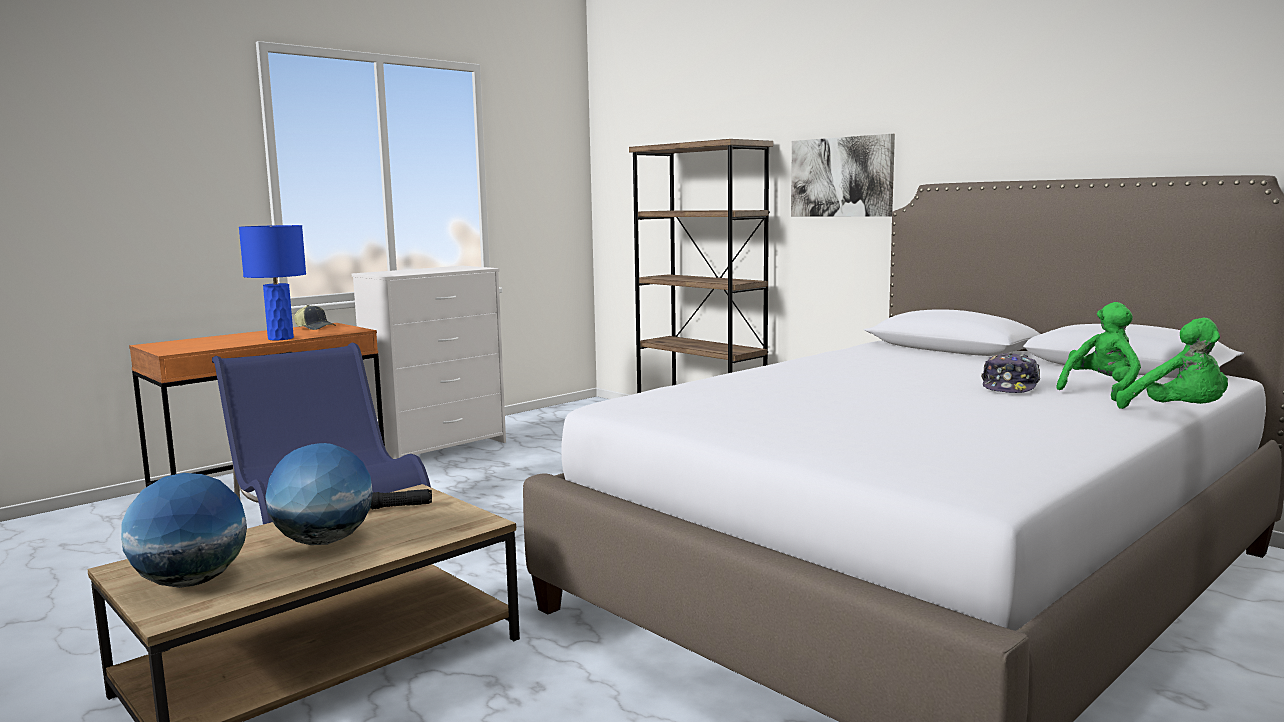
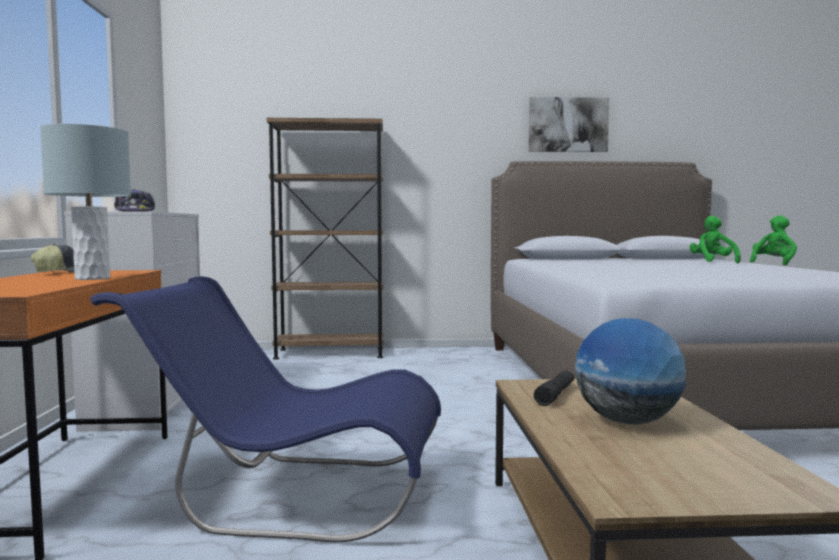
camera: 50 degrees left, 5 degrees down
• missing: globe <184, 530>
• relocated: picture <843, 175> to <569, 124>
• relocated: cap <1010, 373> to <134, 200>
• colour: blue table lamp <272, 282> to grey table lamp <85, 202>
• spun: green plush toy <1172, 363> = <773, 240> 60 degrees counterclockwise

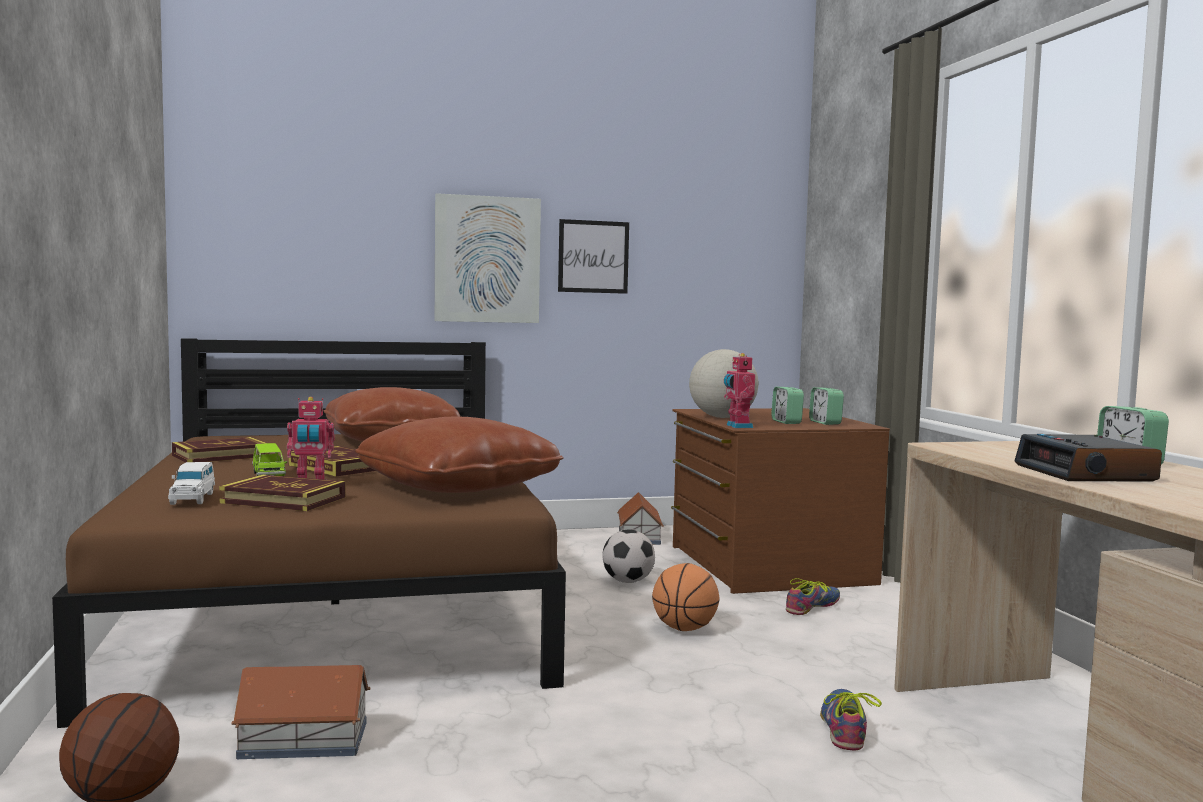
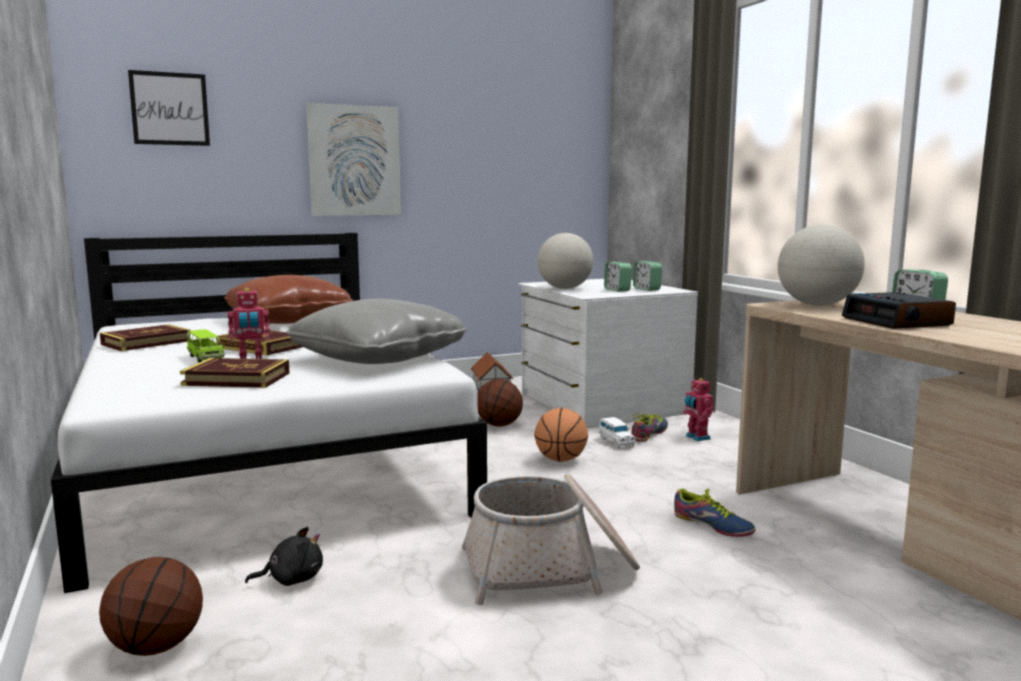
camera: 10 degrees left, 5 degrees up
• appeared: basket <551, 539>
• appeared: globe <821, 265>
• relocated: white toy car <191, 483> to <617, 433>
• relocated: picture <593, 256> to <169, 108>
• relocated: toy robot <739, 390> to <698, 409>
• exchanged: toy house <300, 712> to black plush toy <284, 556>
• exchanged: football <628, 556> to basketball <500, 403>
• colour: brown bed <309, 533> to white bed <269, 413>
• colour: brown pillow <459, 455> to grey pillow <376, 331>
• colour: brown dresser <780, 501> to white dresser <608, 353>
• spun: shoe <851, 719> = <714, 513> 135 degrees clockwise

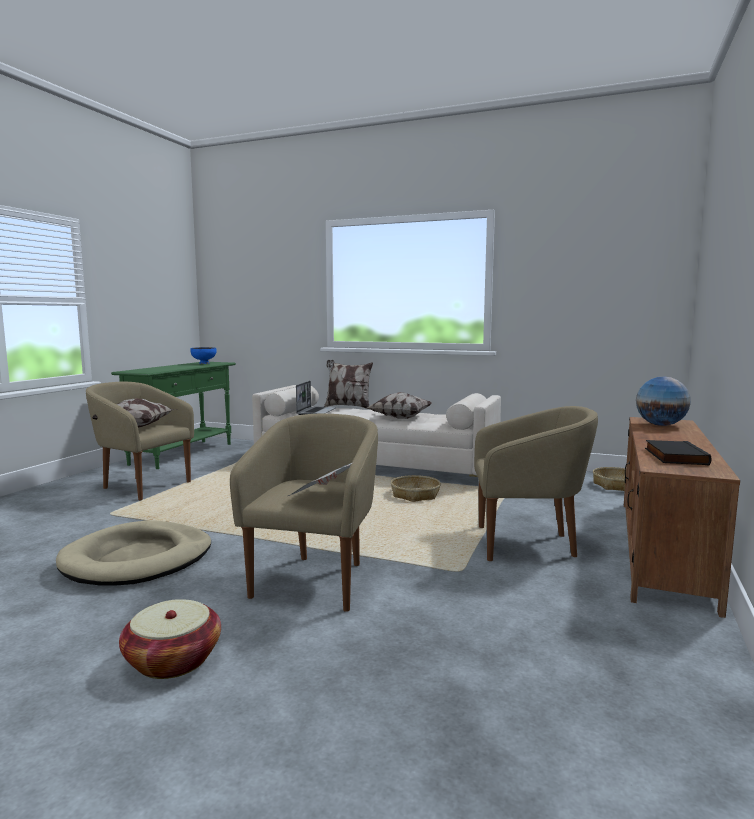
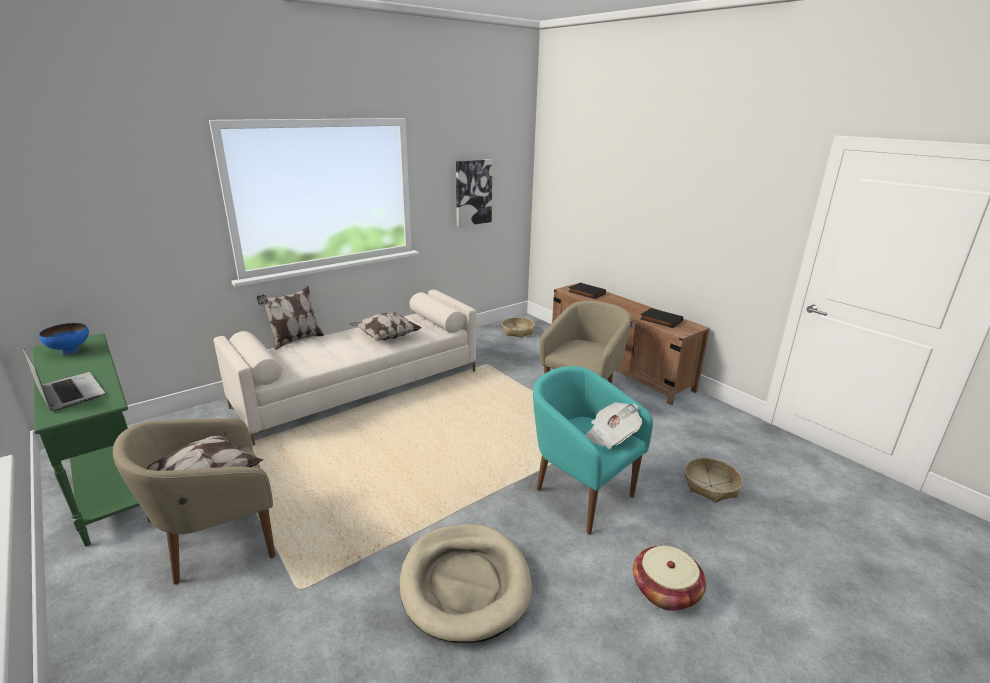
camera: 60 degrees left, 15 degrees up
• appeared: picture <474, 193>
• relocated: laptop <316, 398> to <64, 379>
• relocated: basket <416, 488> to <714, 480>
• exchanged: globe <663, 401> to black book <587, 291>
• colour: beige armchair <304, 513> to turquoise armchair <593, 450>

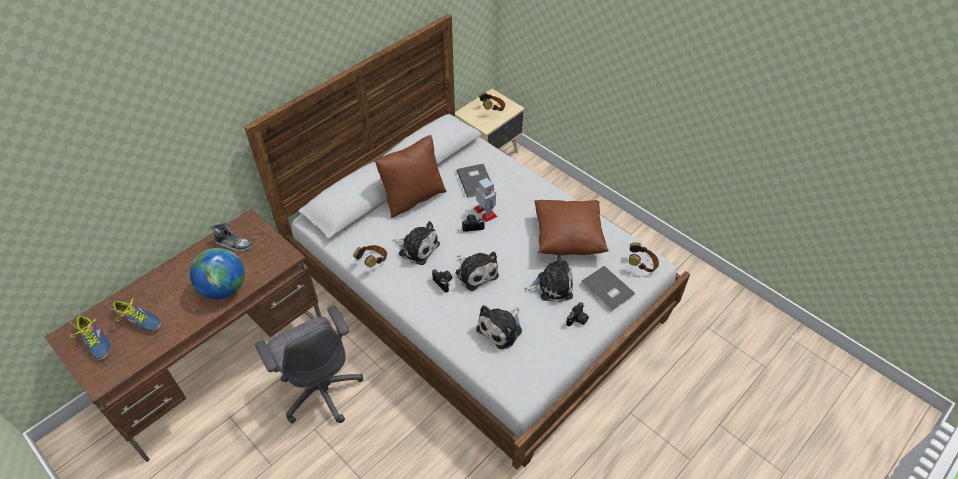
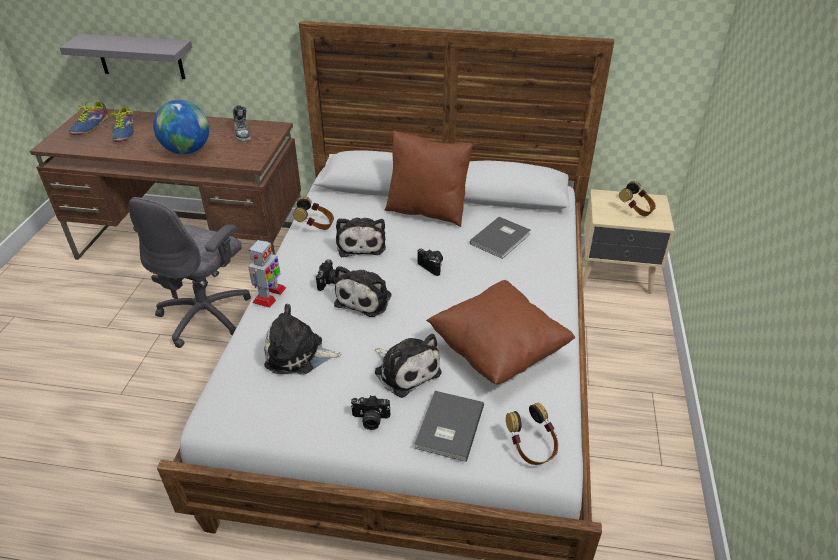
camera: 55 degrees right, 10 degrees down
• appeared: grey shelf <125, 56>
• relocated: toy robot <485, 200> to <267, 272>

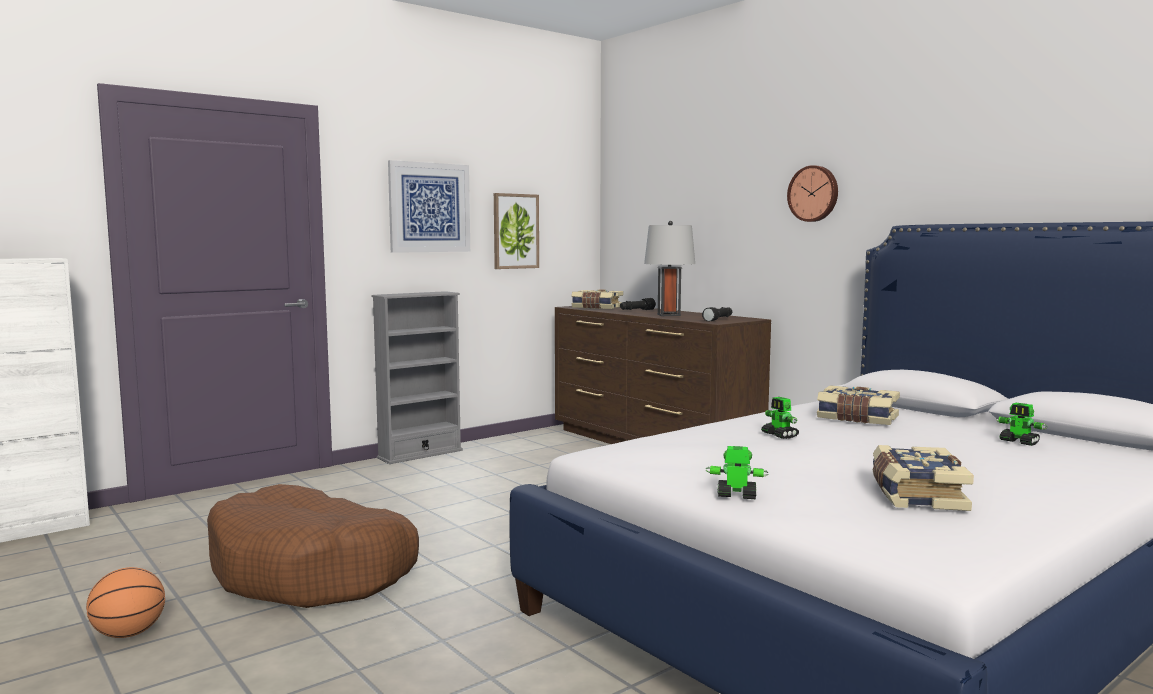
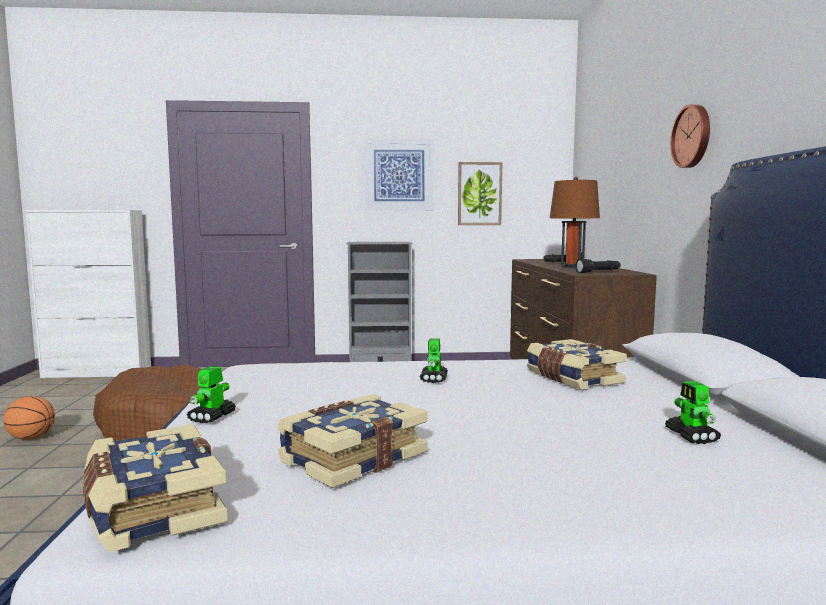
camera: 35 degrees right, 0 degrees up
• relocated: book <597, 299> to <155, 488>
• colour: grey table lamp <669, 268> to brown table lamp <575, 222>
• spun: toy robot <737, 472> = <211, 395> 120 degrees counterclockwise

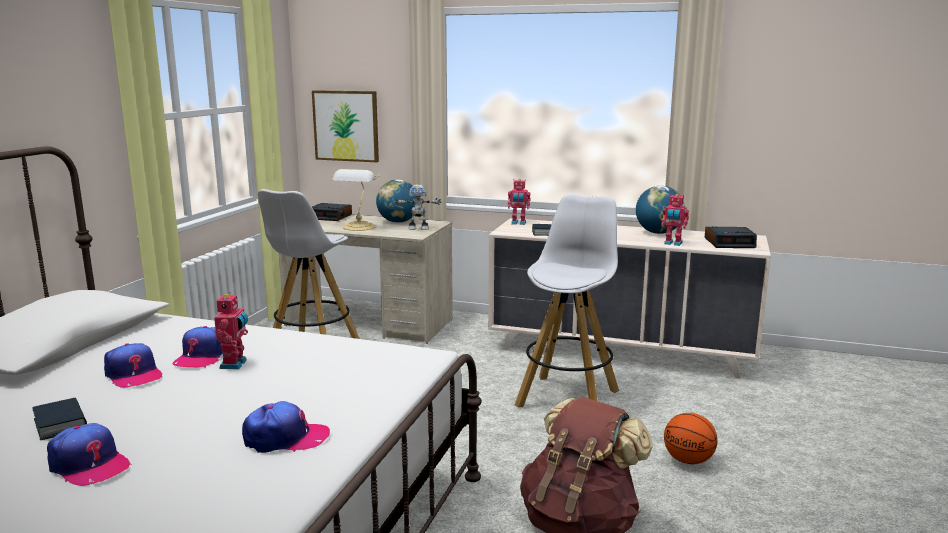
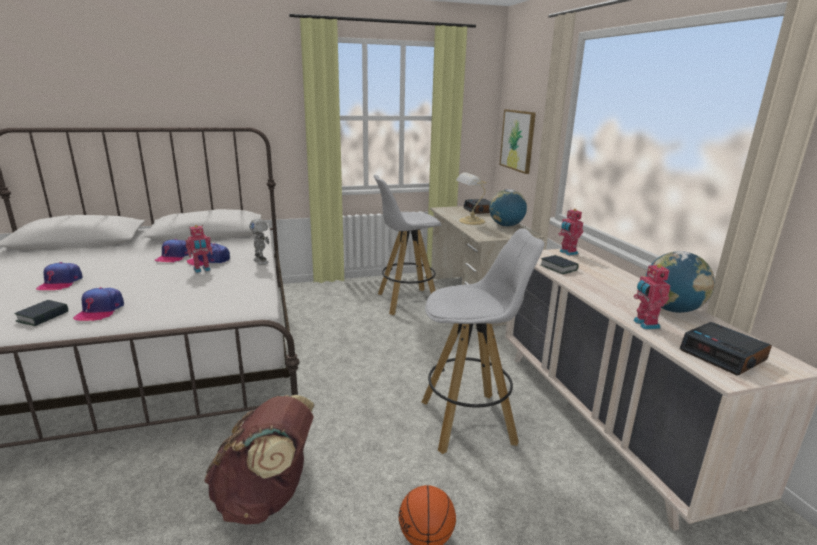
camera: 55 degrees right, 5 degrees up
• relocated: book <59, 419> to <41, 313>
• relocated: toy robot <418, 207> to <259, 242>
• spun: cap <286, 427> = <98, 304> 45 degrees clockwise

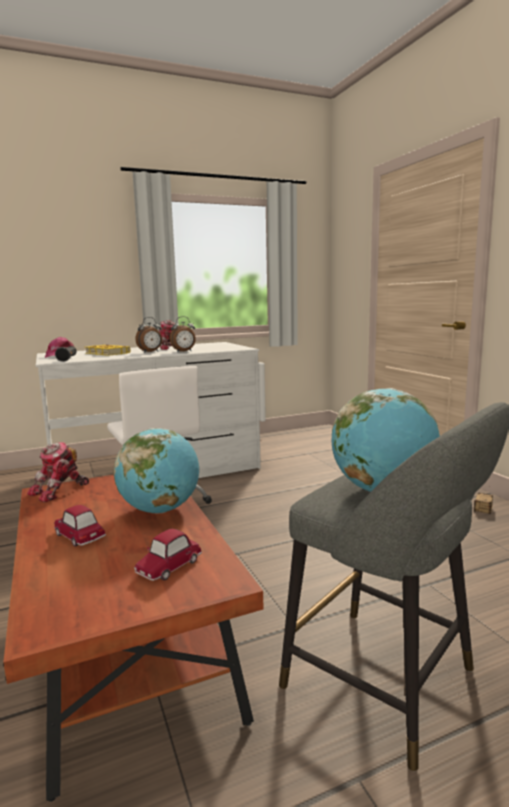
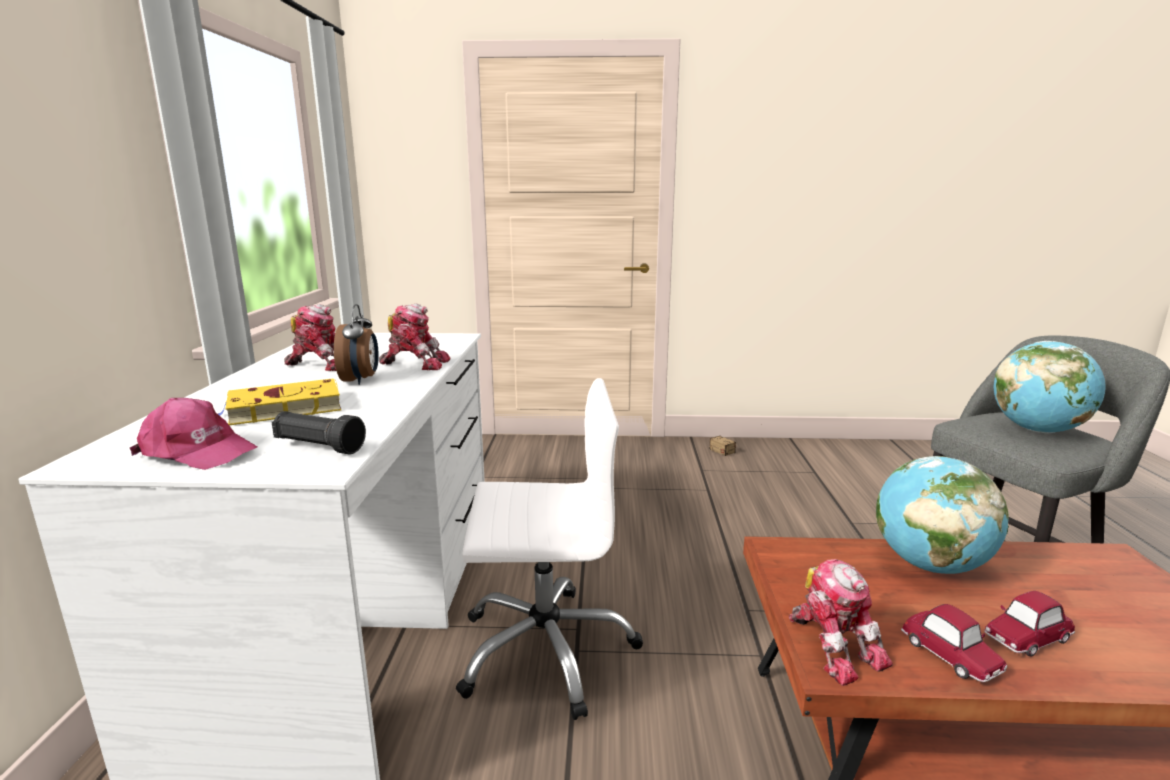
camera: 65 degrees left, 5 degrees up
• relocated: toy car <168, 555> to <954, 643>
• exchanged: alarm clock <183, 334> to toy robot <414, 336>

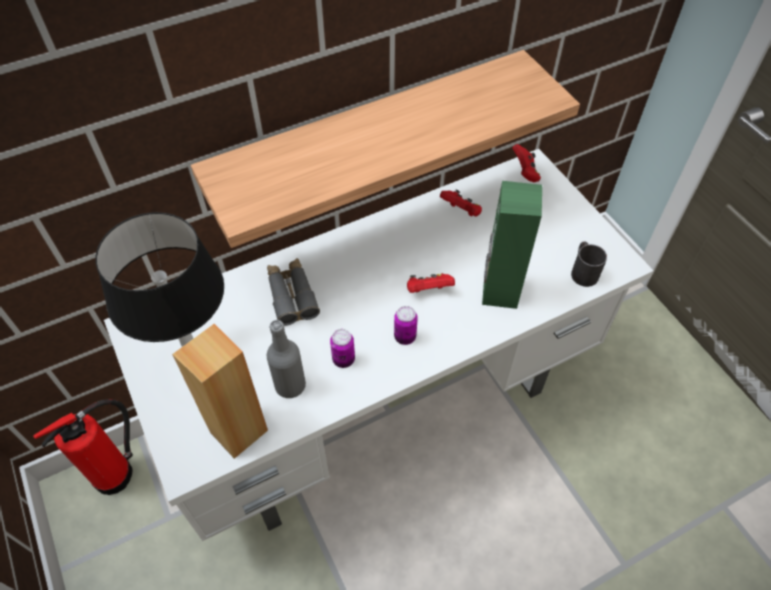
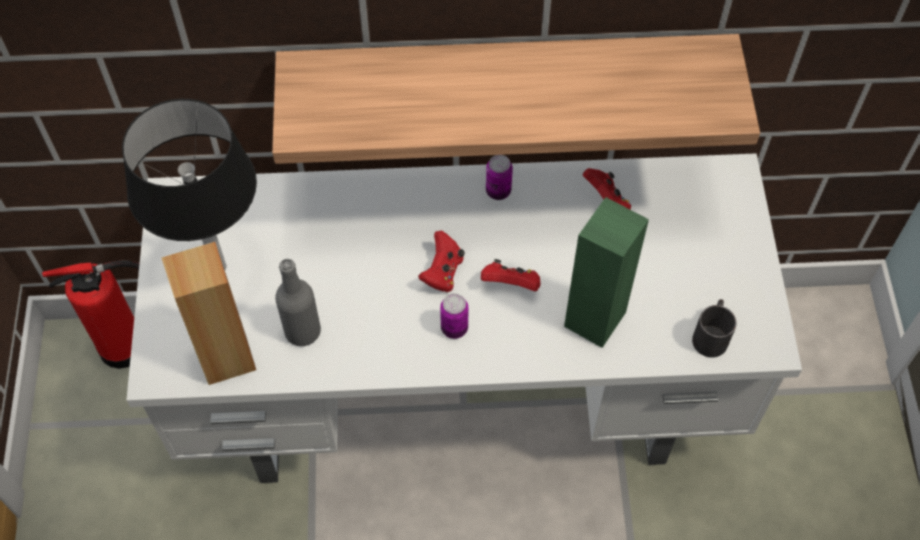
camera: 25 degrees right, 5 degrees up
• missing: grey binoculars <293, 292>
• relocated: can <342, 348> to <499, 177>
• relocated: red game controller <526, 163> to <441, 261>

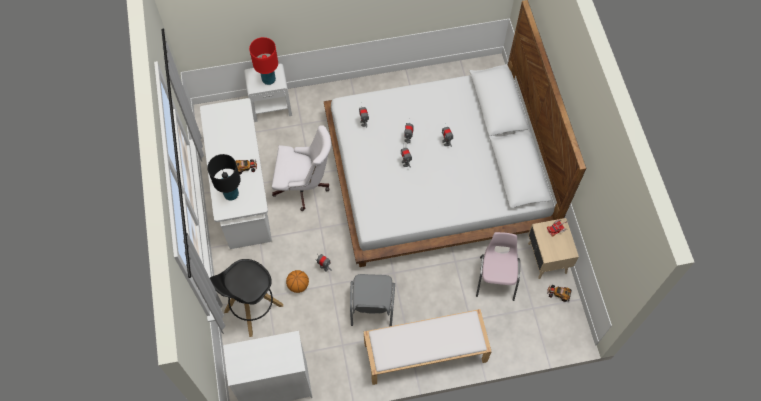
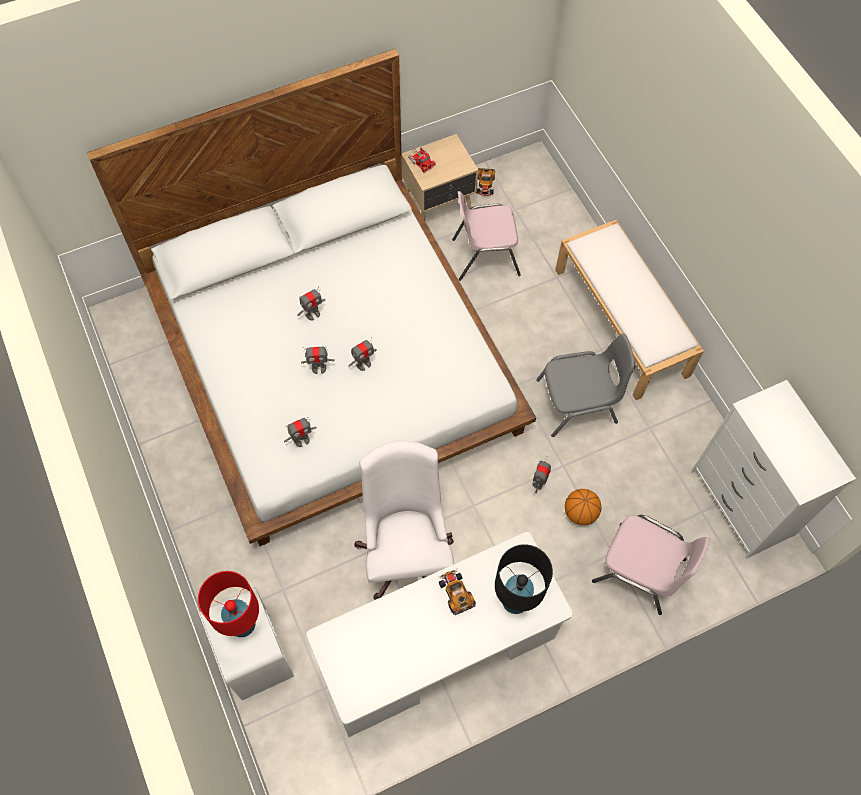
camera: 105 degrees left, 0 degrees up
• exchanged: black stool <246, 298> to pink chair <651, 565>

